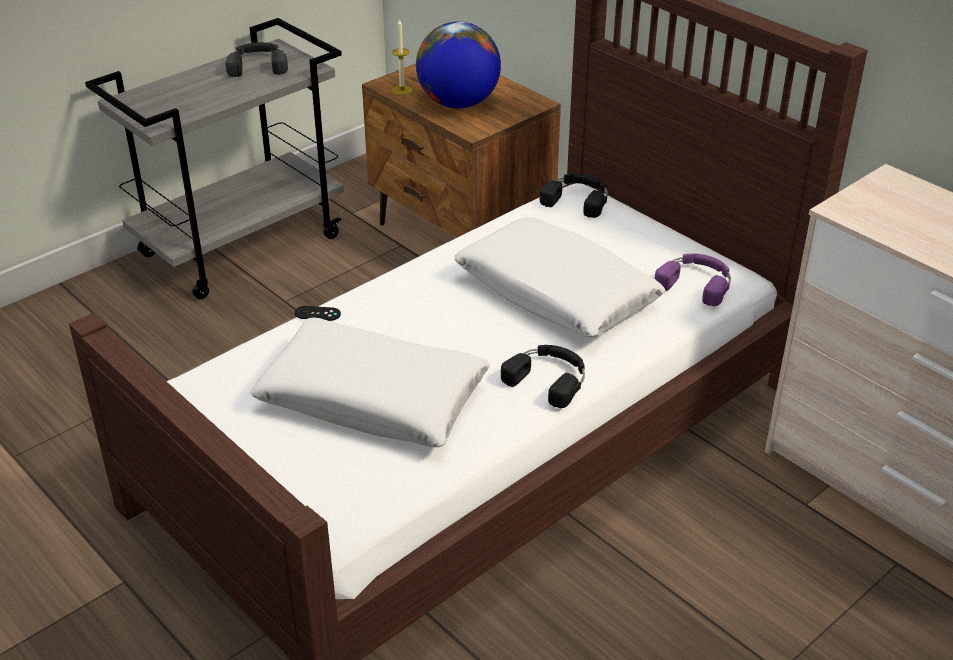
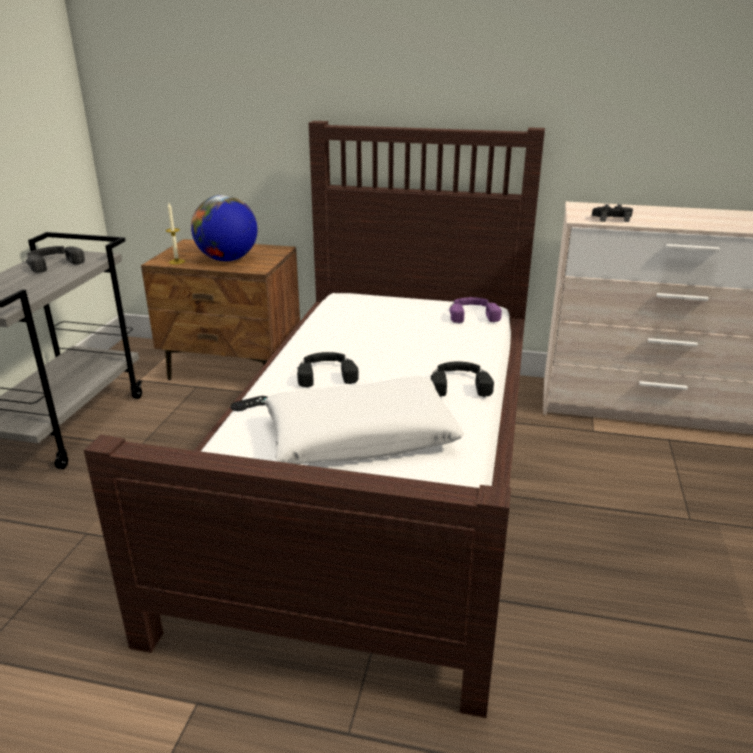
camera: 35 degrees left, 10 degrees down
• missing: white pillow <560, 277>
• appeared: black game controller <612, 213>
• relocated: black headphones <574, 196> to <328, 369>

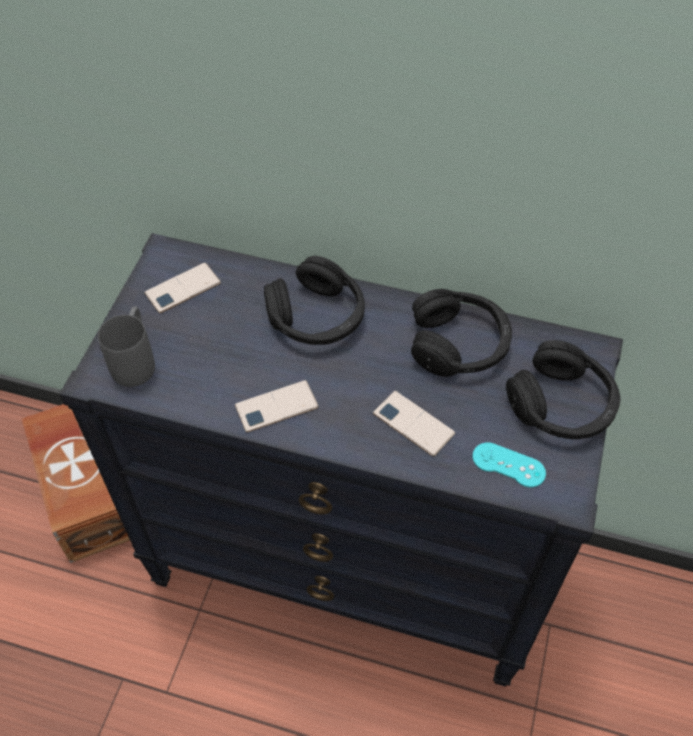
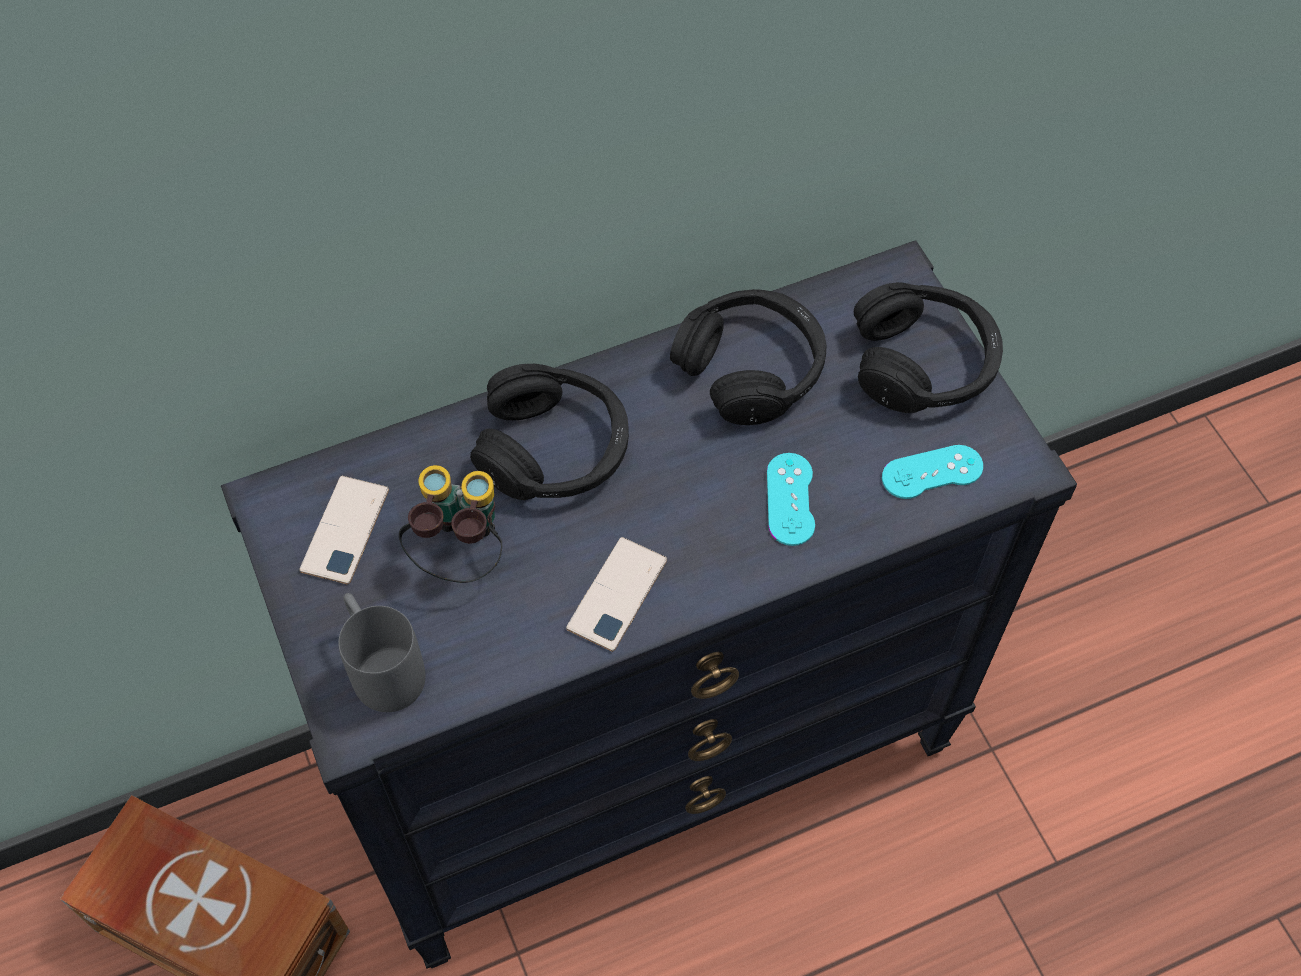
camera: 40 degrees left, 5 degrees up
• appeared: binoculars <450, 524>
• exchanged: phone <414, 423> to turquoise game controller <791, 499>

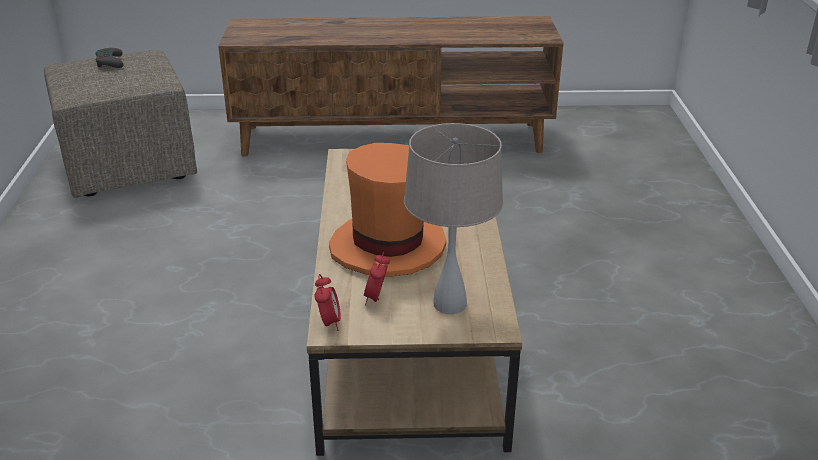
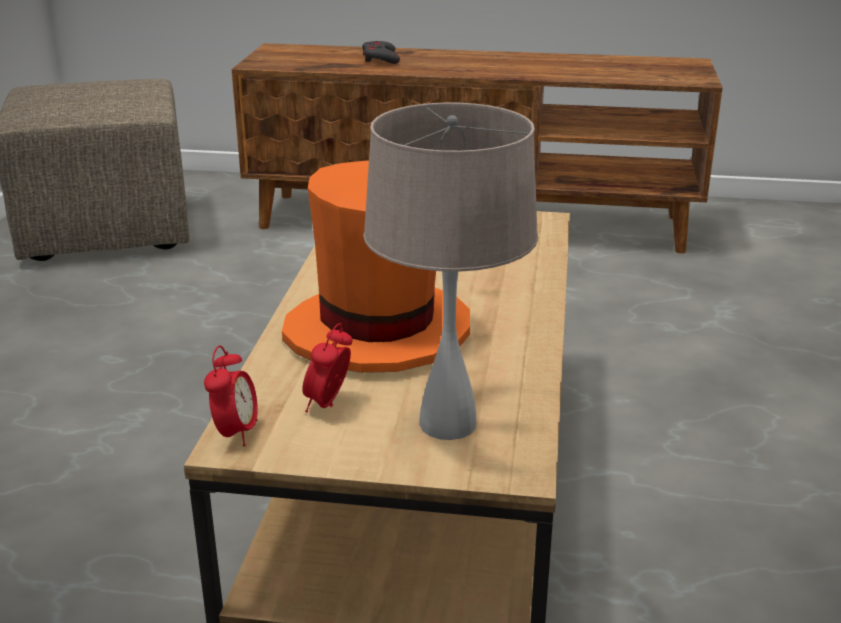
camera: 10 degrees right, 5 degrees down
• relocated: grey game controller <109, 58> to <381, 52>

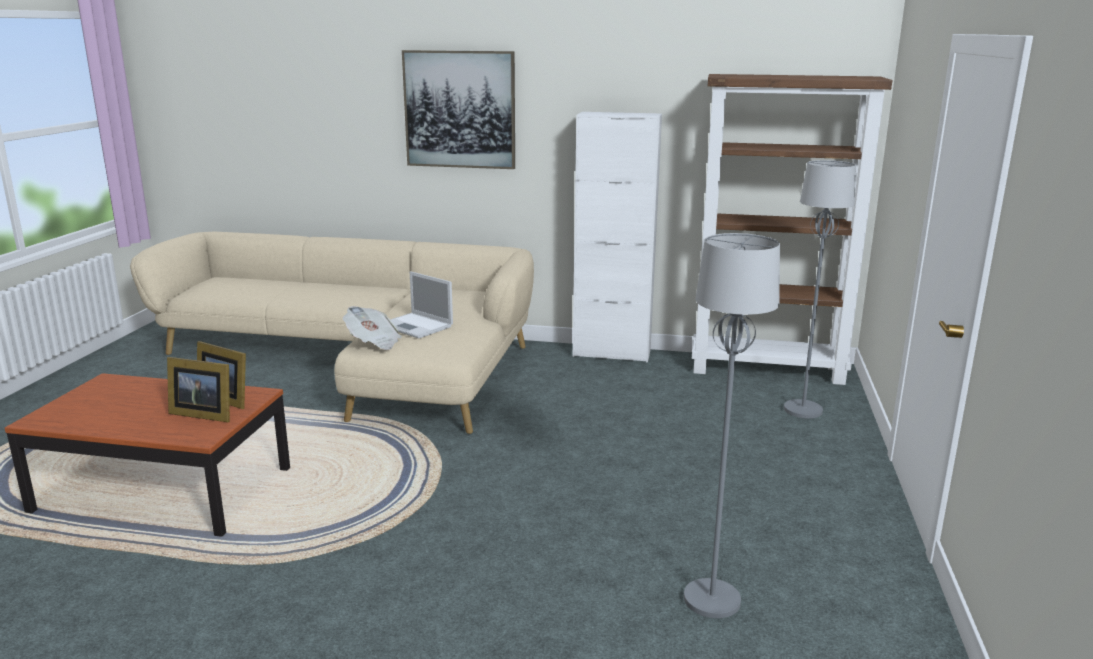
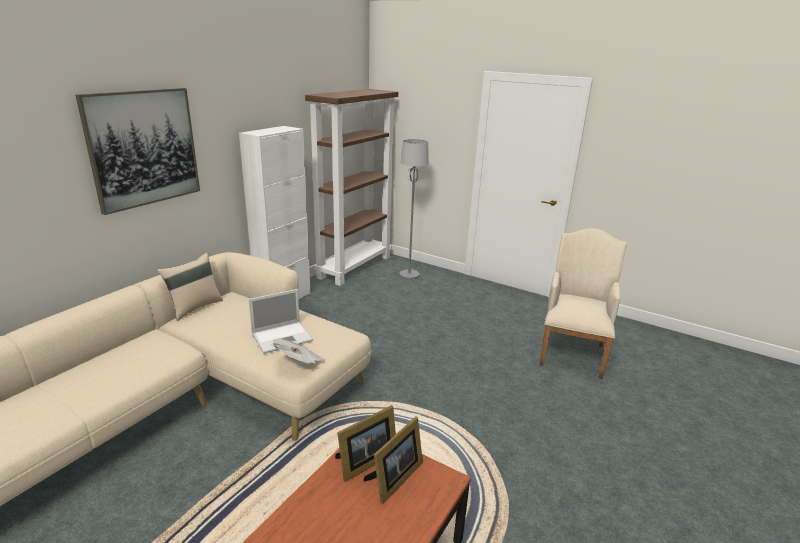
camera: 70 degrees left, 5 degrees up
• appeared: beige pillow <190, 287>
• exchanged: grey floor lamp <732, 425> to beige armchair <583, 304>

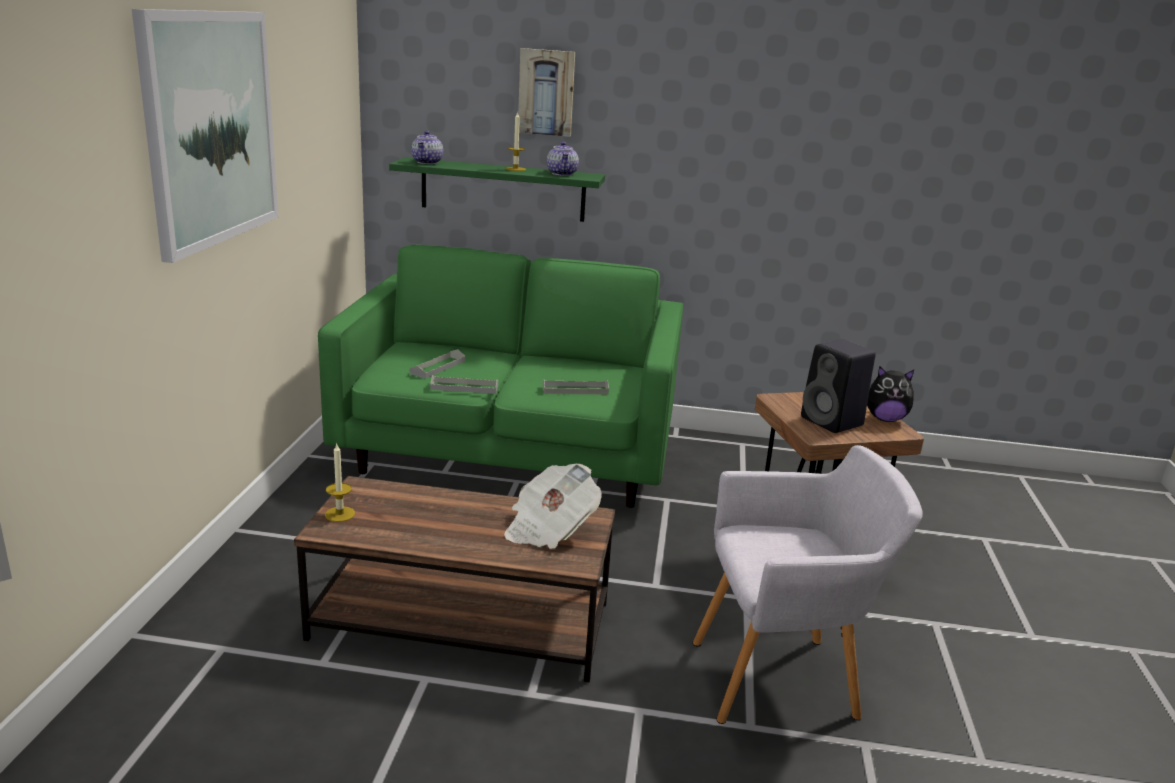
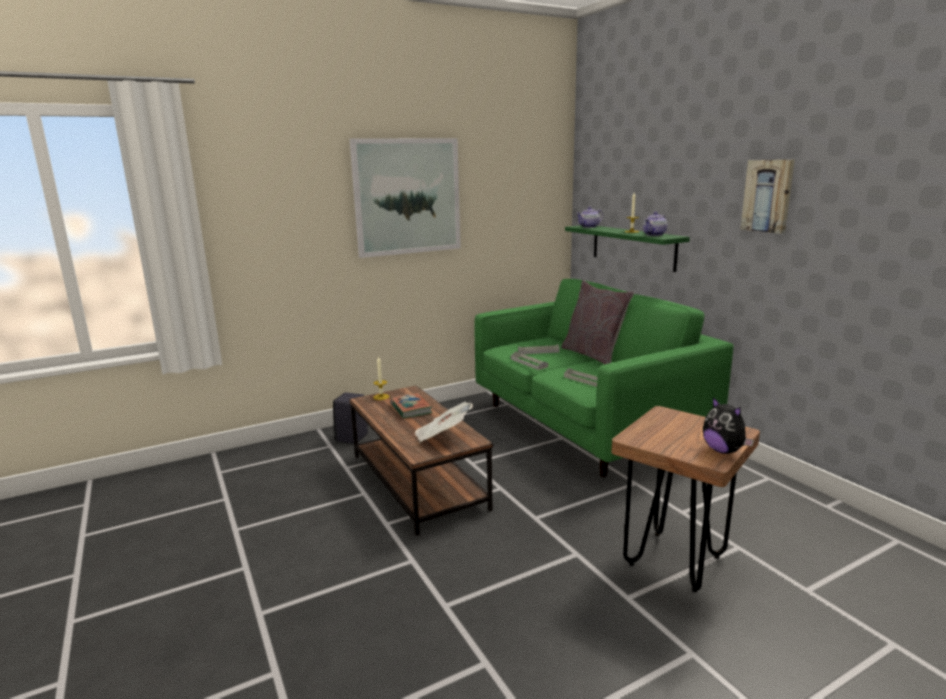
camera: 55 degrees right, 5 degrees down
• missing: grey armchair <808, 584>
• appeared: book <411, 406>
• appeared: grey pillow <597, 322>
• relocated: picture <546, 92> to <767, 197>
• relocated: black speaker <838, 386> to <350, 418>

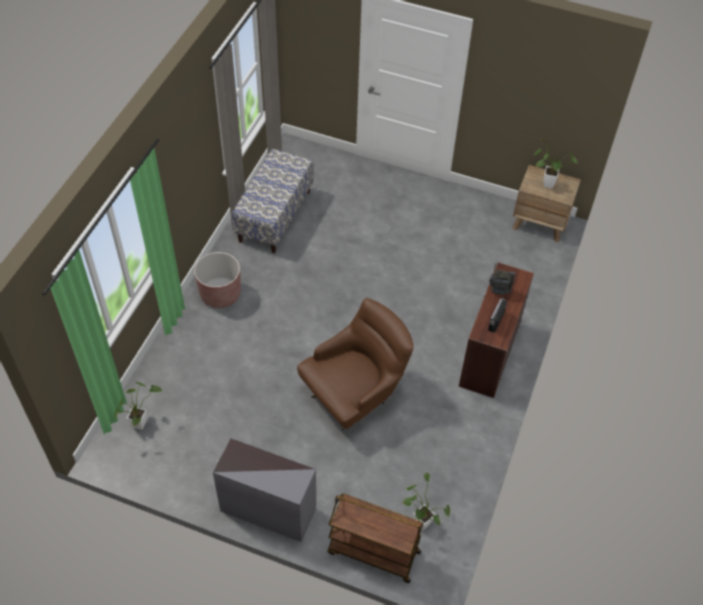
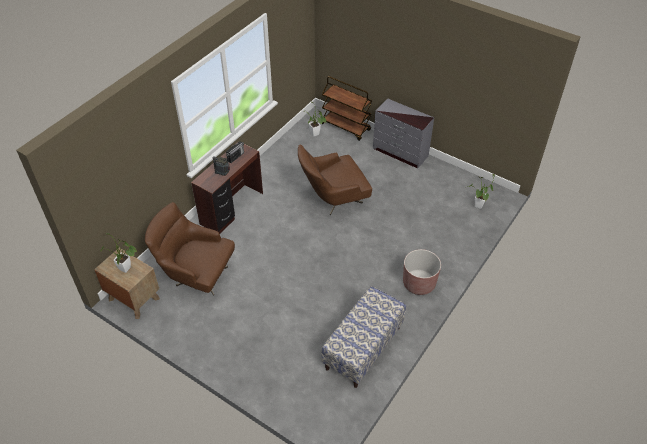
camera: 165 degrees left, 5 degrees down
• appeared: brown armchair <190, 249>

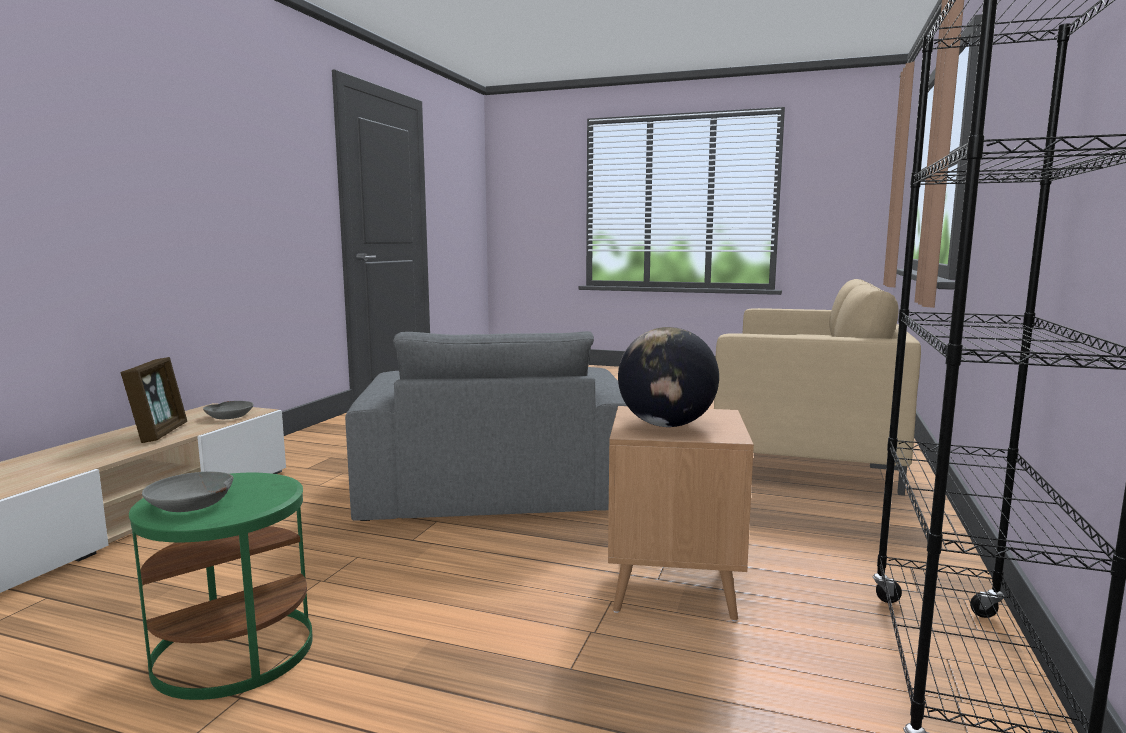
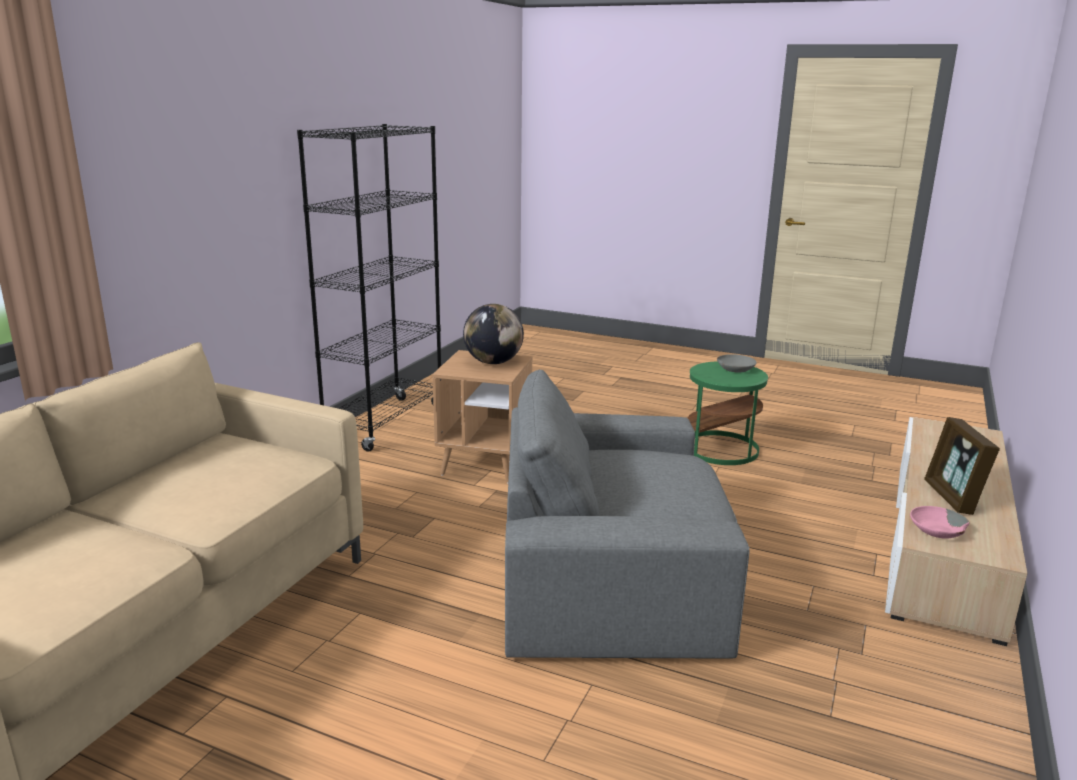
camera: 175 degrees left, 10 degrees up
• colour: grey bowl <228, 410> to pink bowl <939, 522>
• spun: grey armchair <486, 426> = <627, 514> 90 degrees counterclockwise

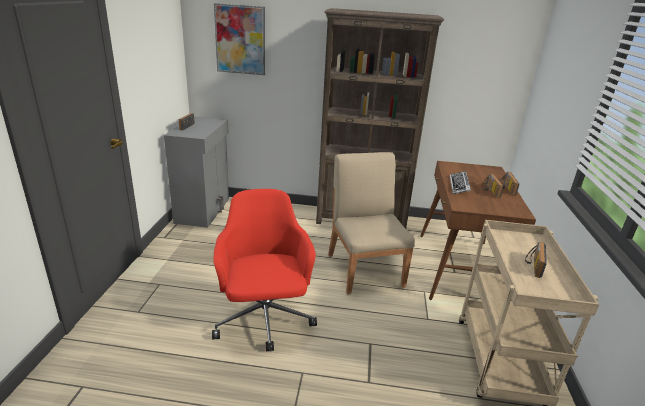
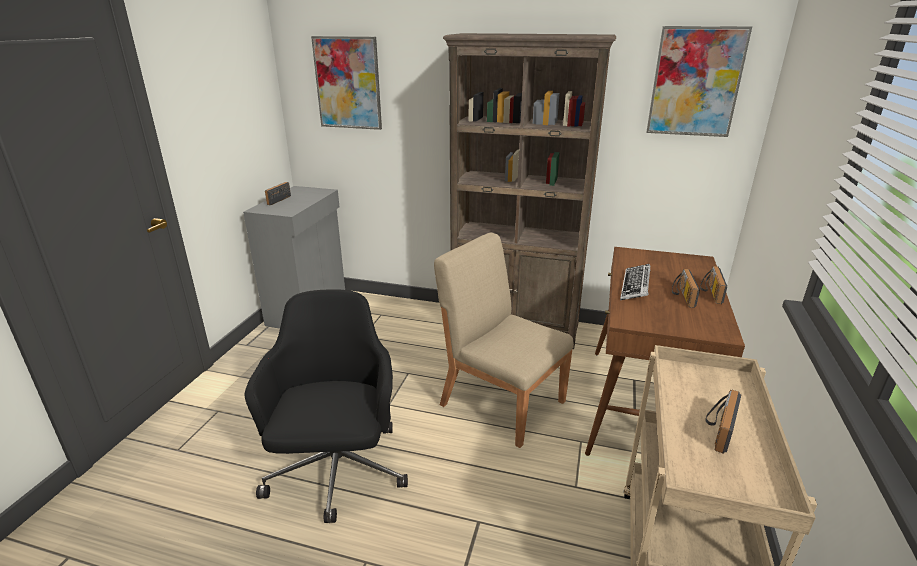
camera: 10 degrees right, 0 degrees up
• appeared: picture <699, 81>
• colour: red office chair <264, 270> to black office chair <326, 406>
• spun: beige chair <371, 223> = <504, 340> 45 degrees counterclockwise

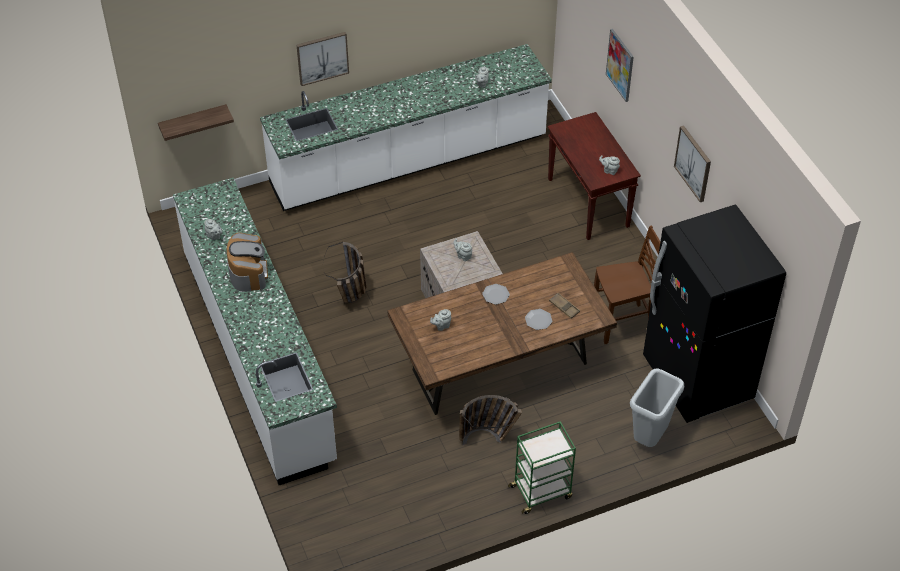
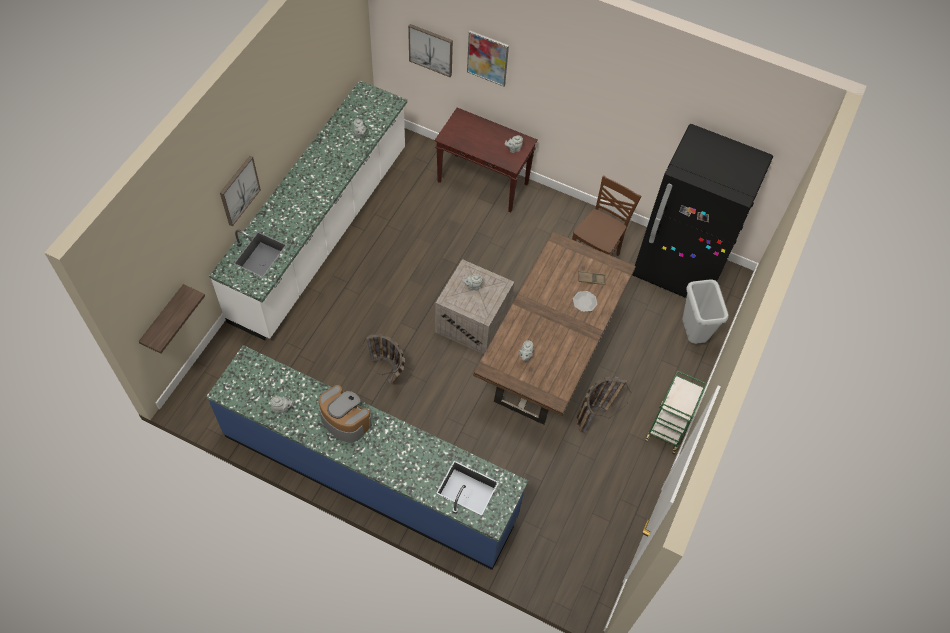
camera: 45 degrees left, 10 degrees up
• missing: plate <496, 294>
• relocated: picture <692, 163> to <430, 50>
• colour: white counter <255, 331> to blue counter <367, 457>

